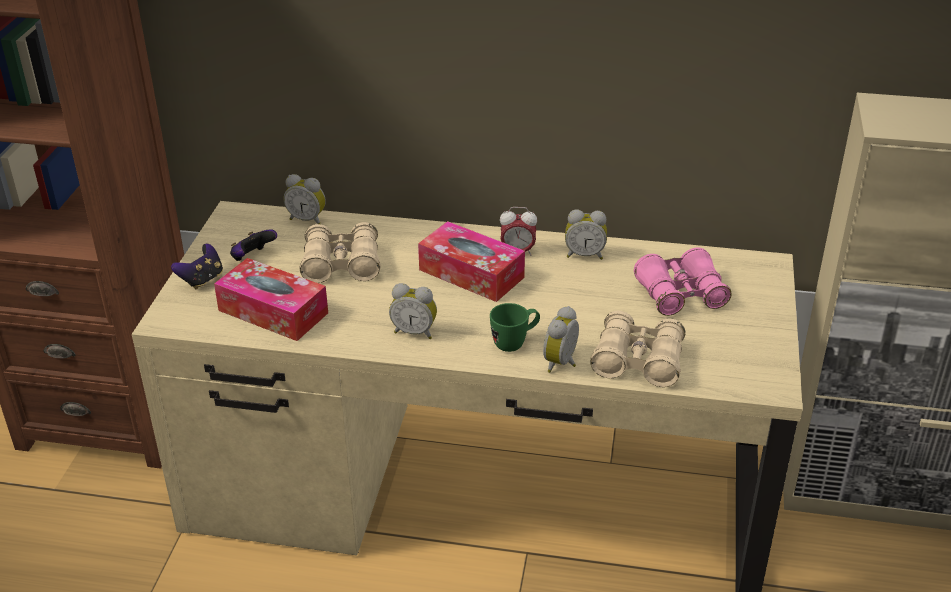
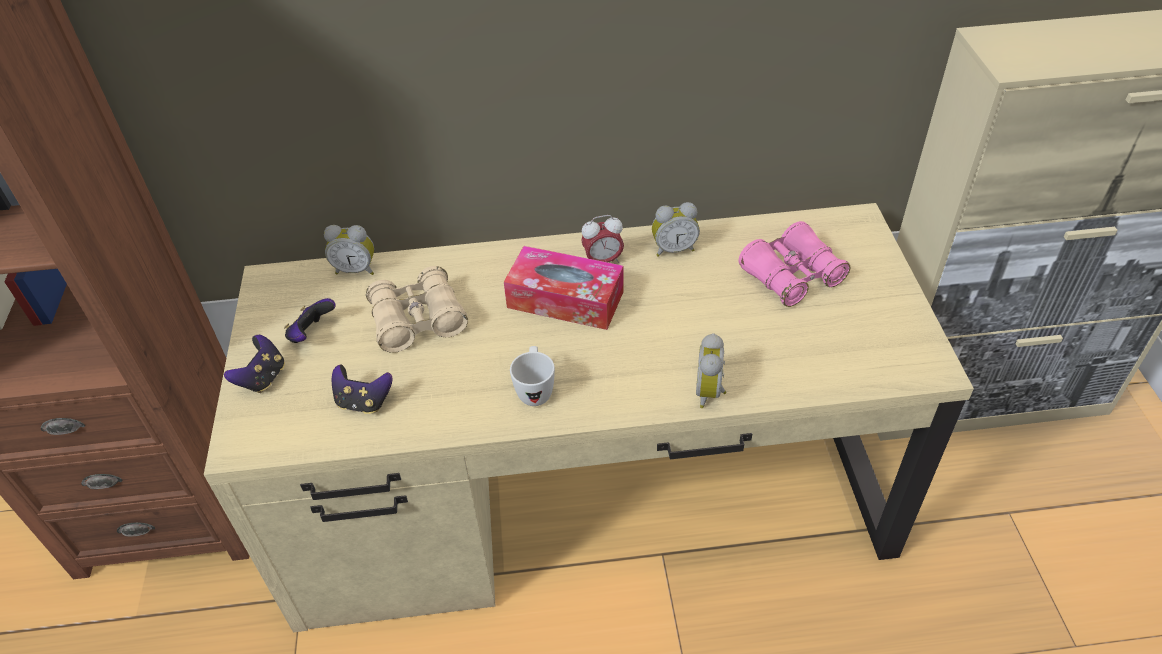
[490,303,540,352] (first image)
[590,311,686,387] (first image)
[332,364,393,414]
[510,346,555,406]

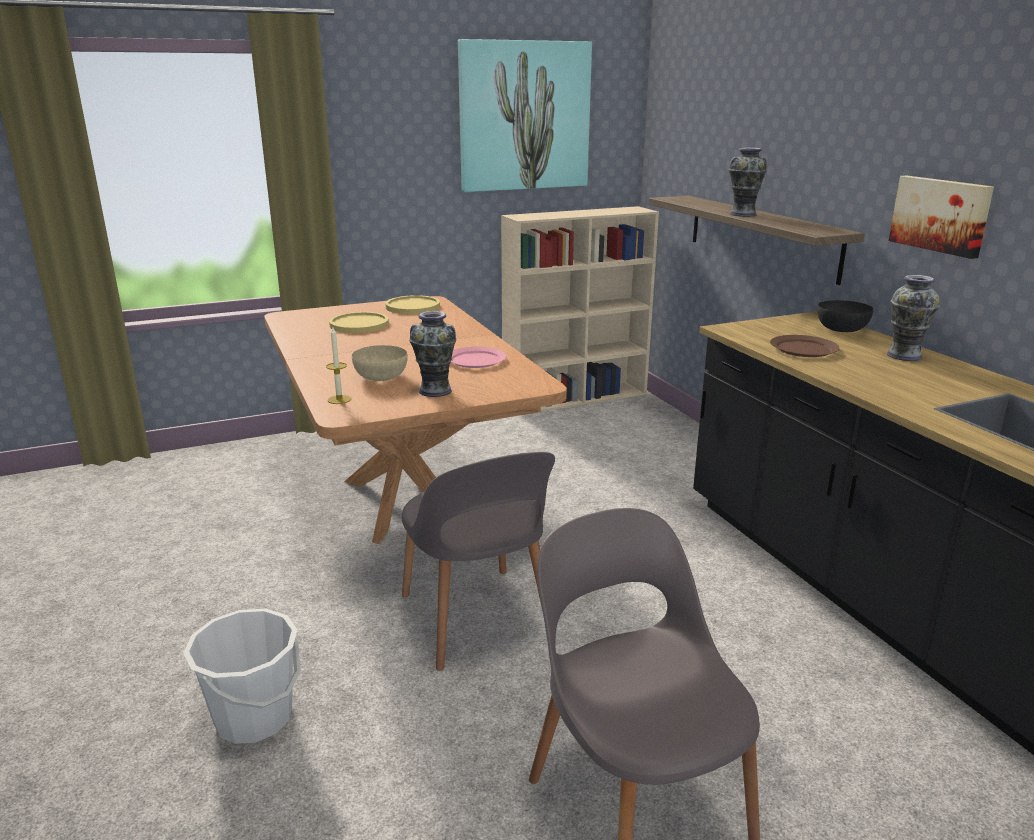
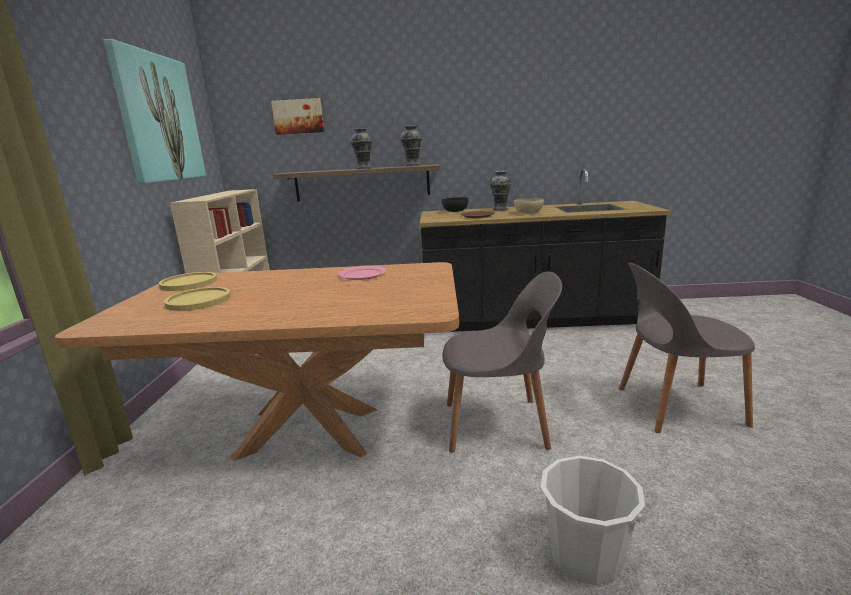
[326,328,351,404] (first image)
[514,198,544,214]
[400,125,422,166]
[271,98,324,135]

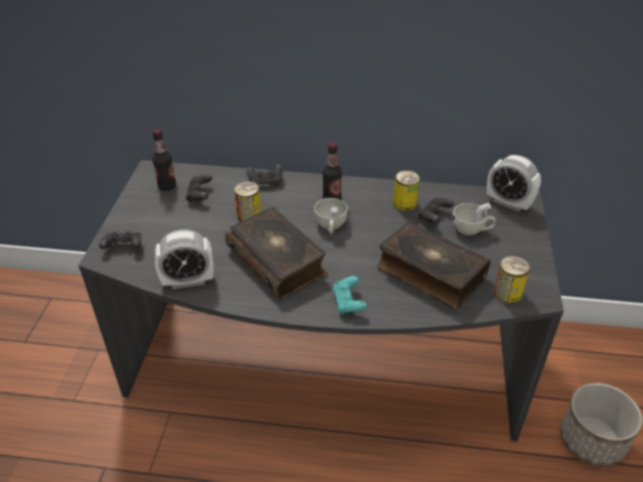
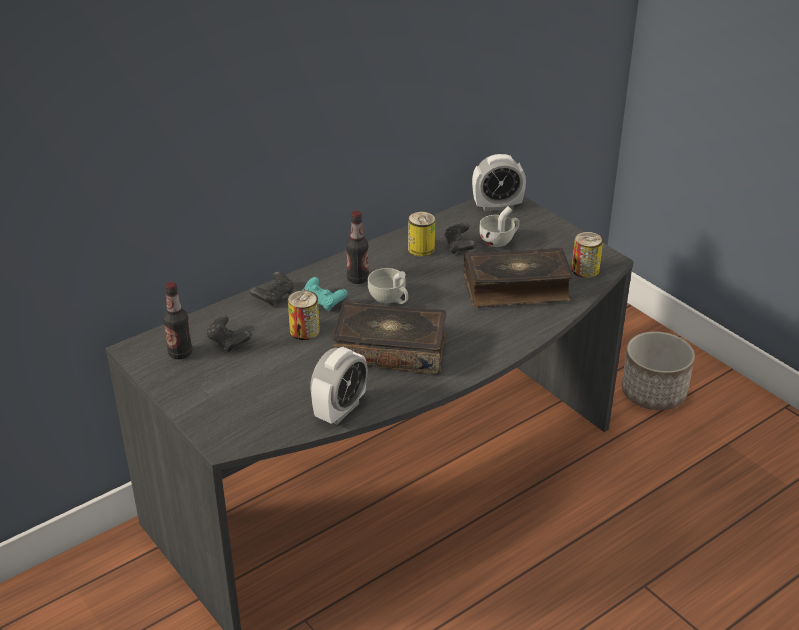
[99,232,141,249] (first image)
[303,277,347,311]

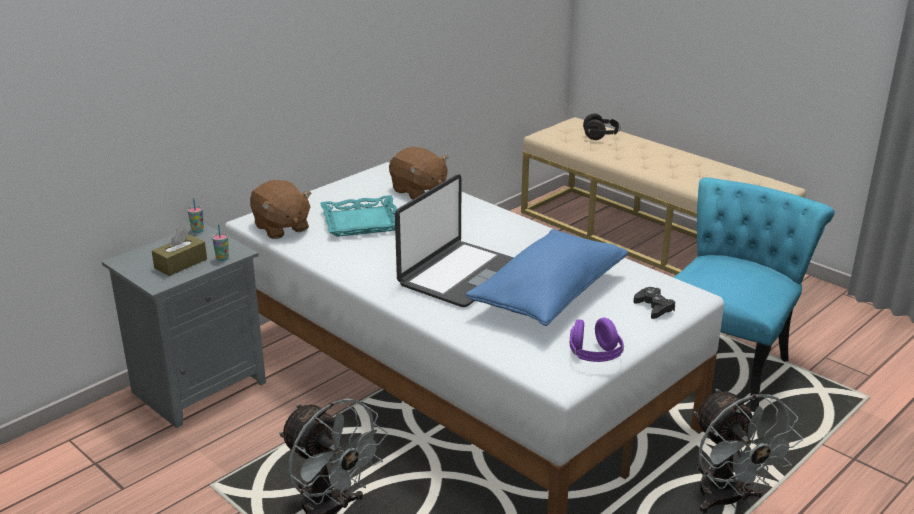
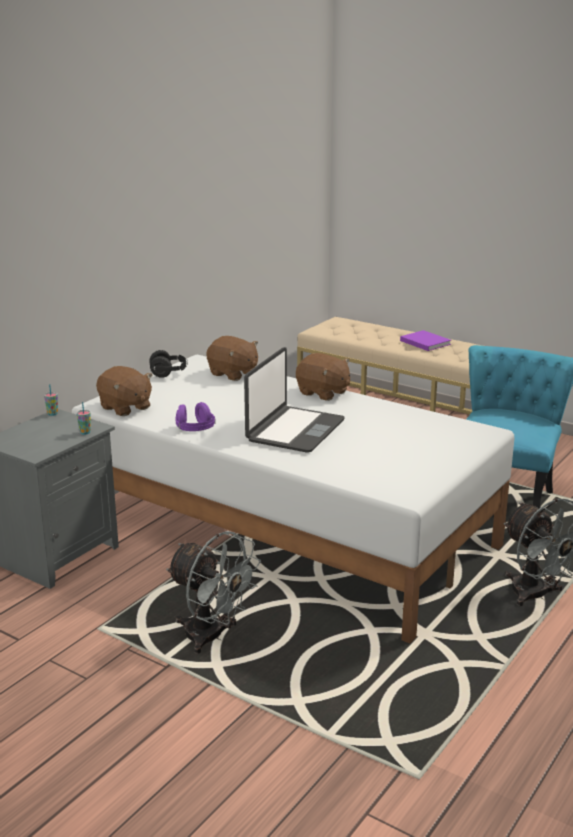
[152,228,207,276] (first image)
[320,195,397,237] (first image)
[466,229,628,326] (first image)
[634,287,675,319] (first image)
[296,353,350,401]
[400,330,451,351]
[175,402,216,431]
[149,350,188,378]

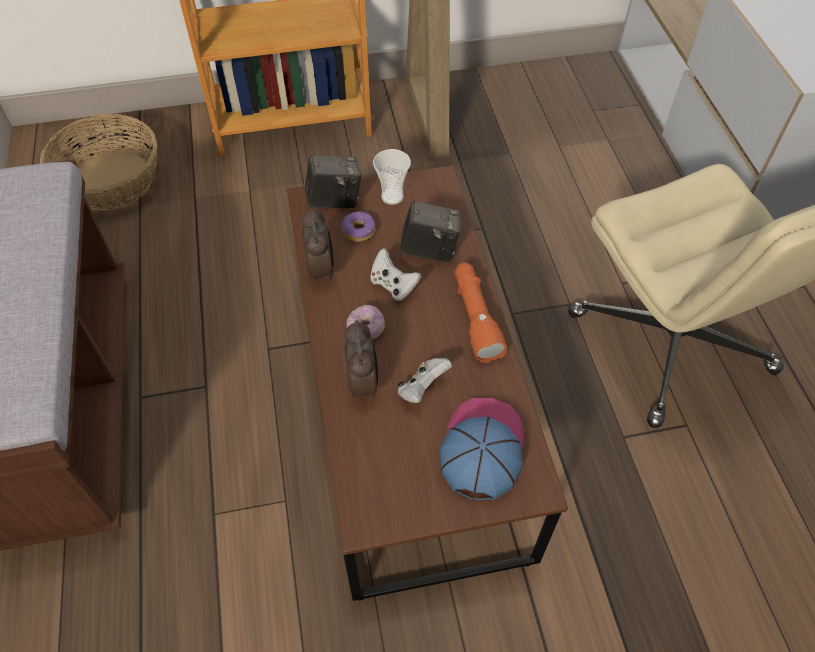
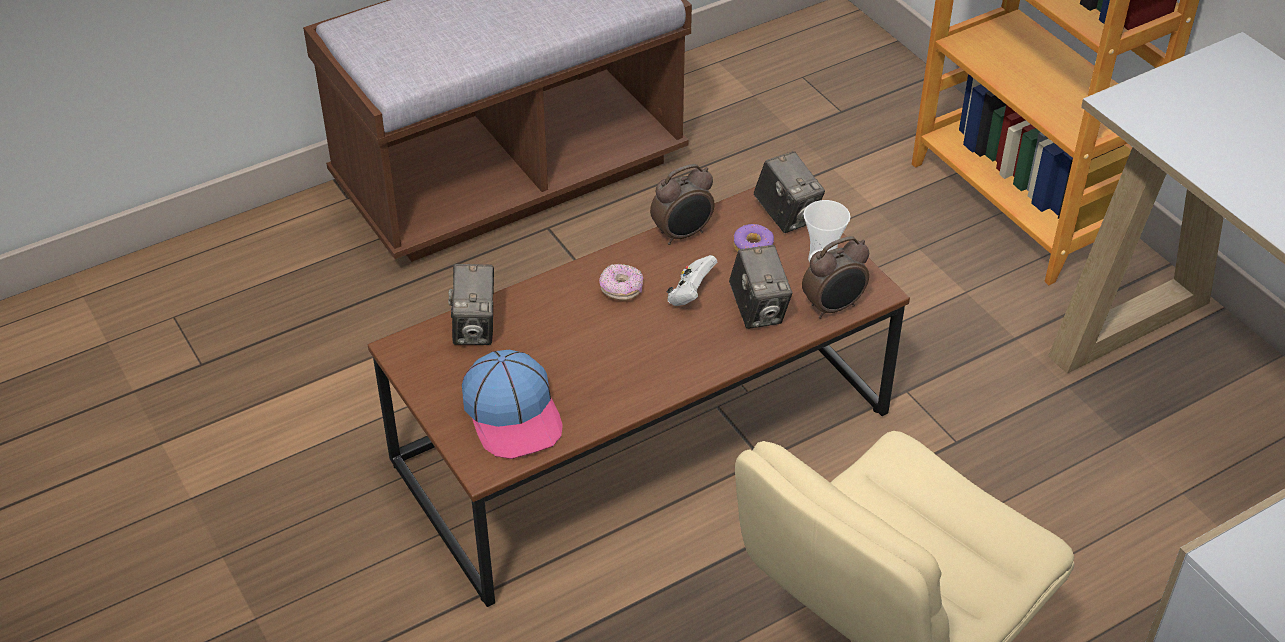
[40,114,158,211] (first image)
[398,358,452,403] (first image)
[455,262,507,363] (first image)
[448,264,494,345]
[802,236,869,319]
[462,350,563,459]

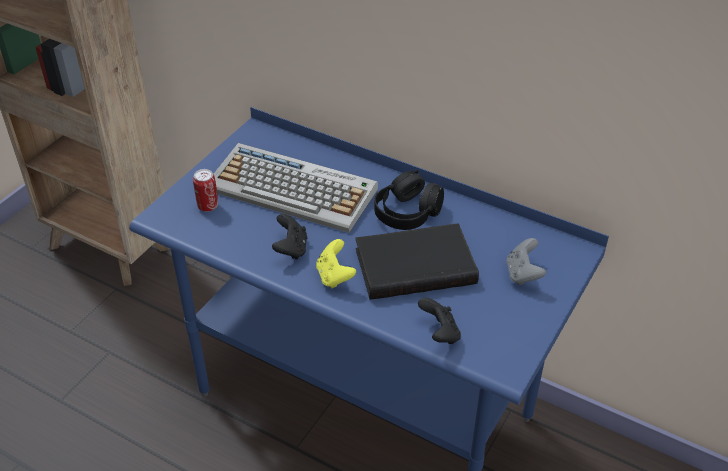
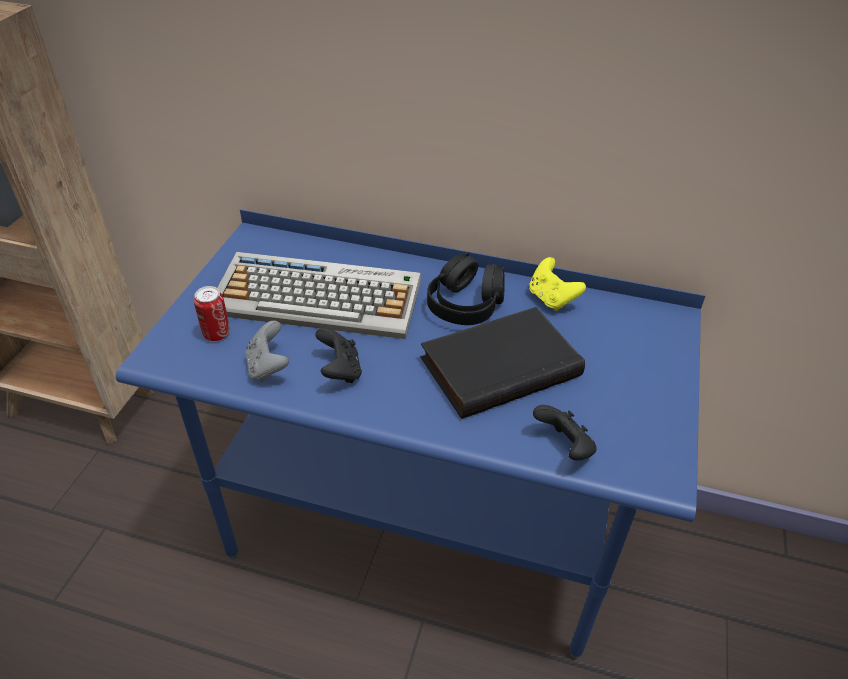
[529,257,586,311]
[245,321,289,382]

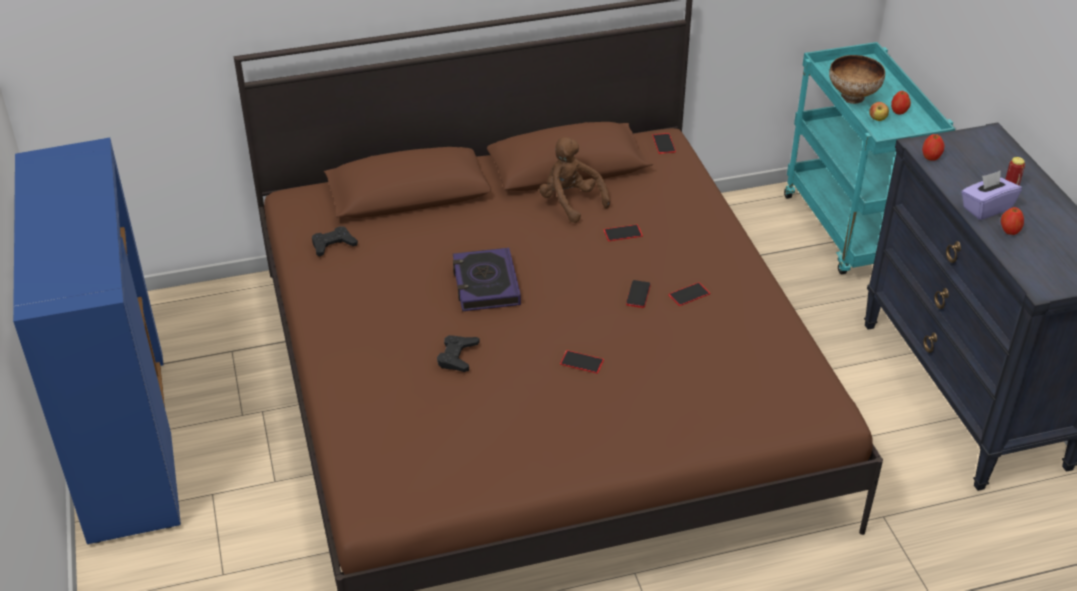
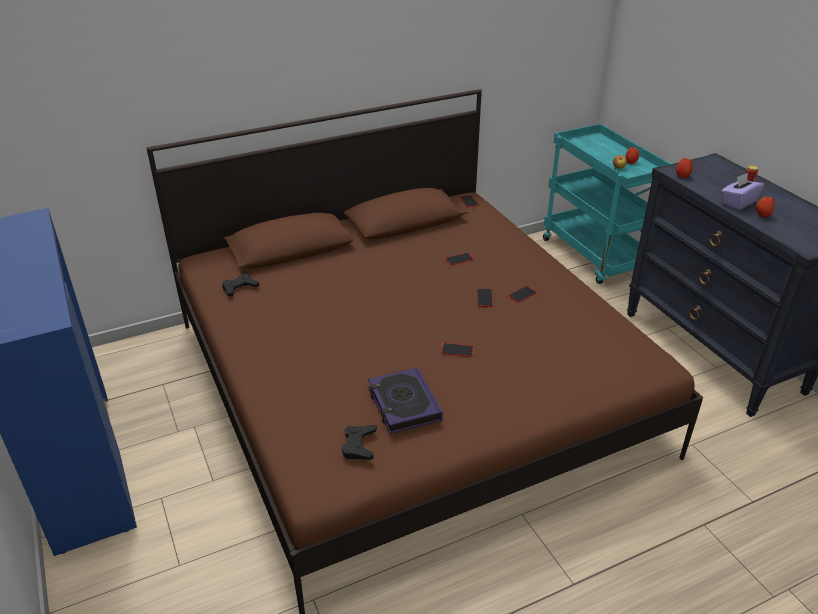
[539,137,610,223] (first image)
[829,55,885,104] (first image)
[341,425,377,460]
[368,367,443,434]

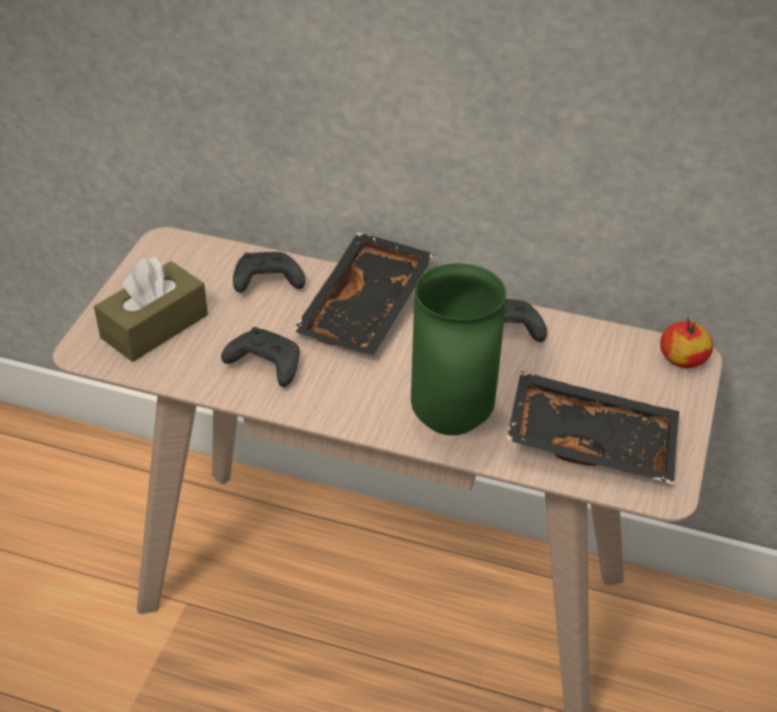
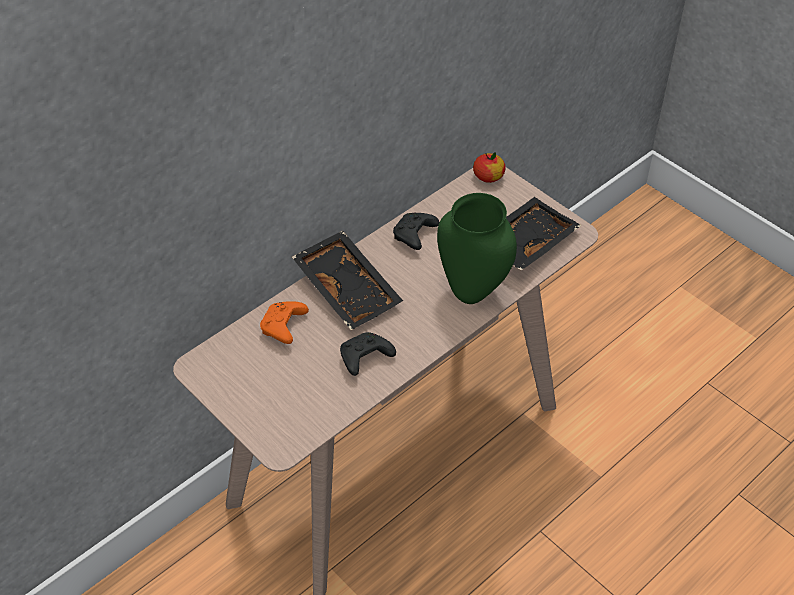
[94,257,208,362] (first image)
[260,301,309,344]

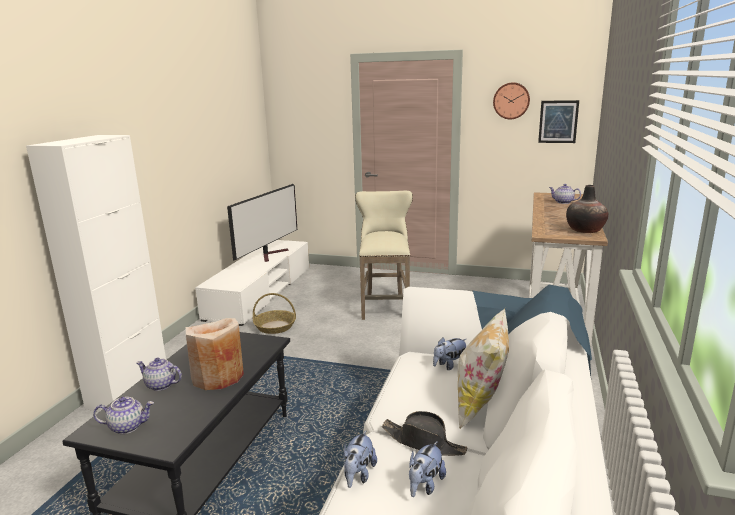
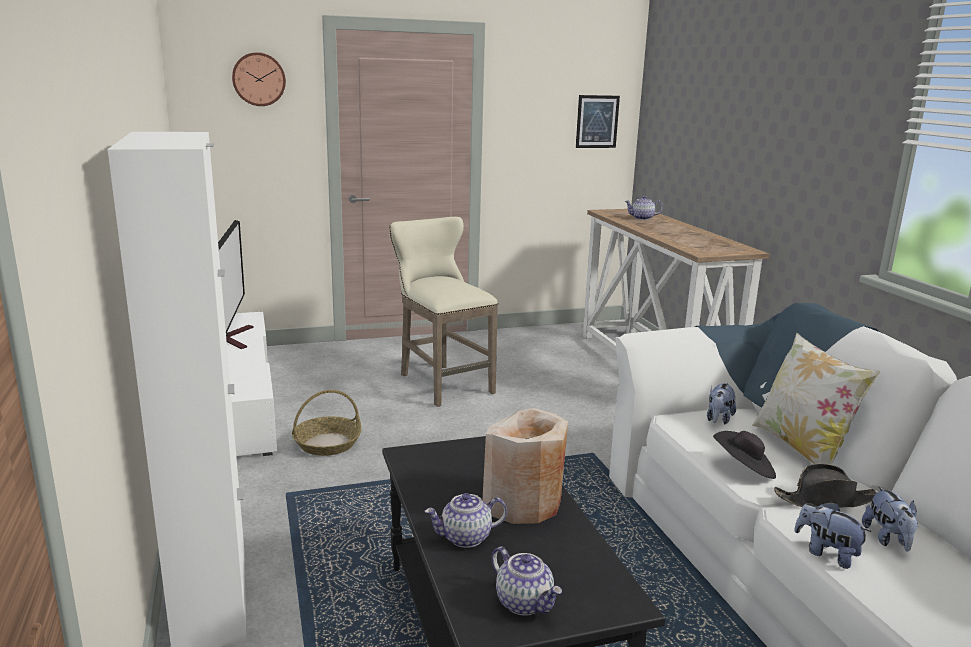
[566,185,608,233] (first image)
[713,431,776,479]
[232,52,286,106]
[491,547,562,616]
[794,502,872,569]

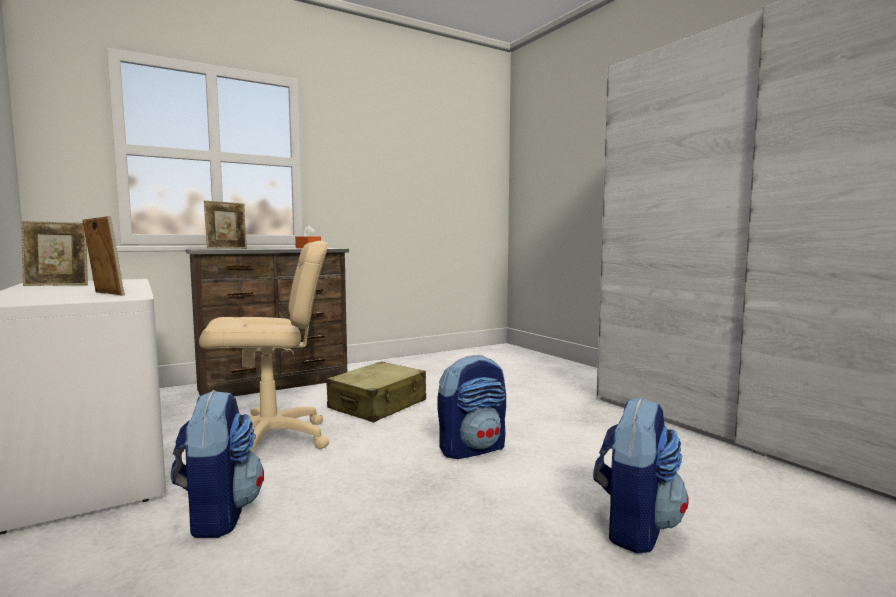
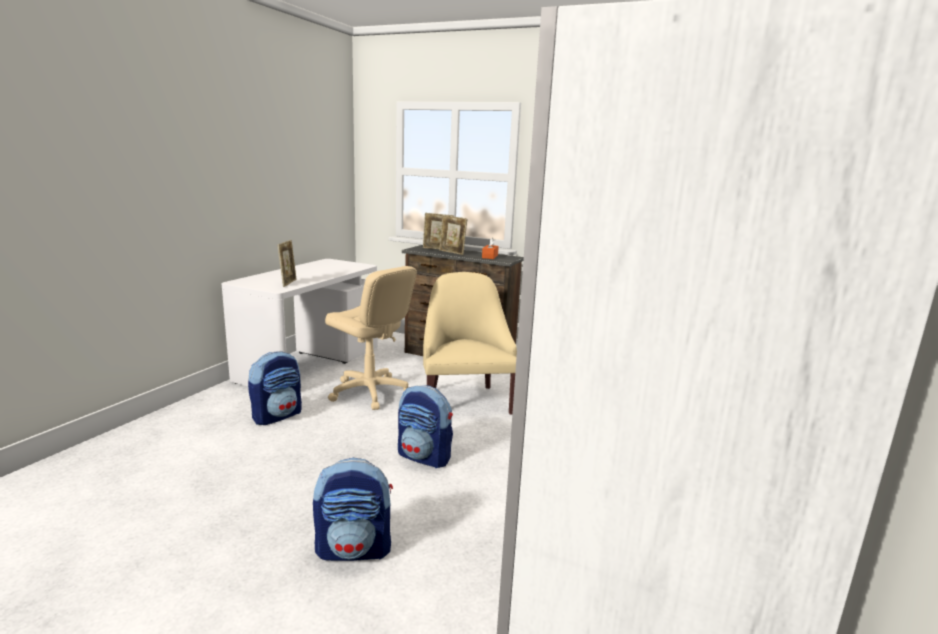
[439,215,467,255]
[423,272,517,415]

